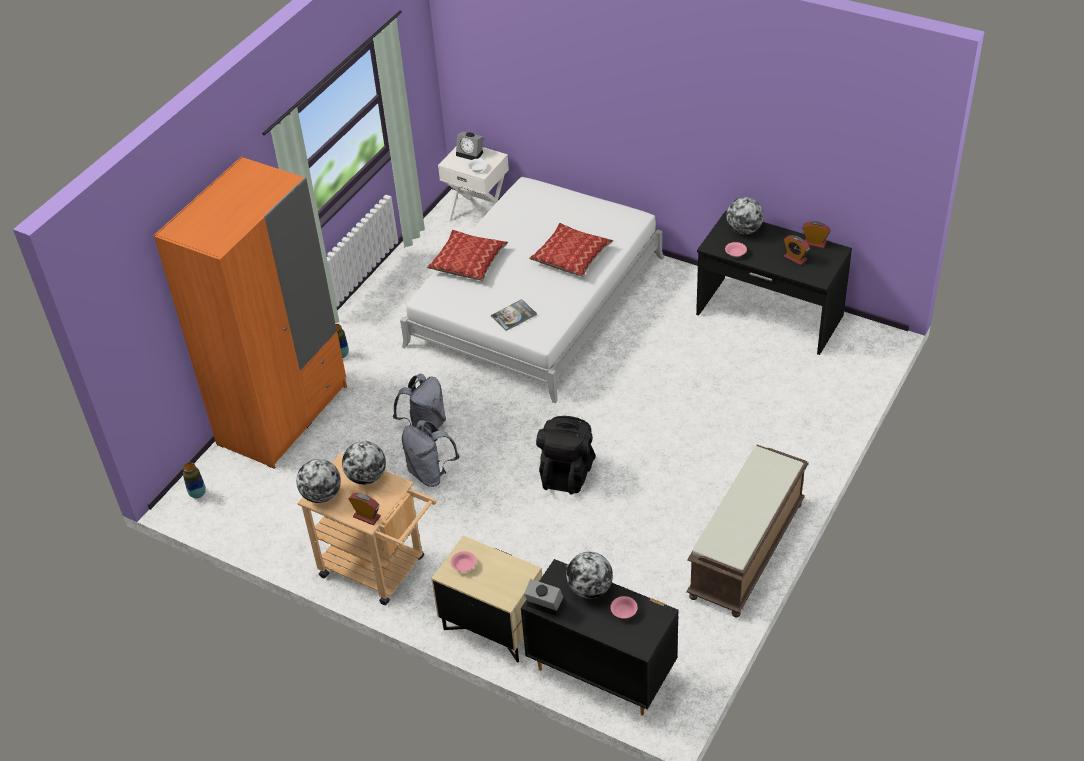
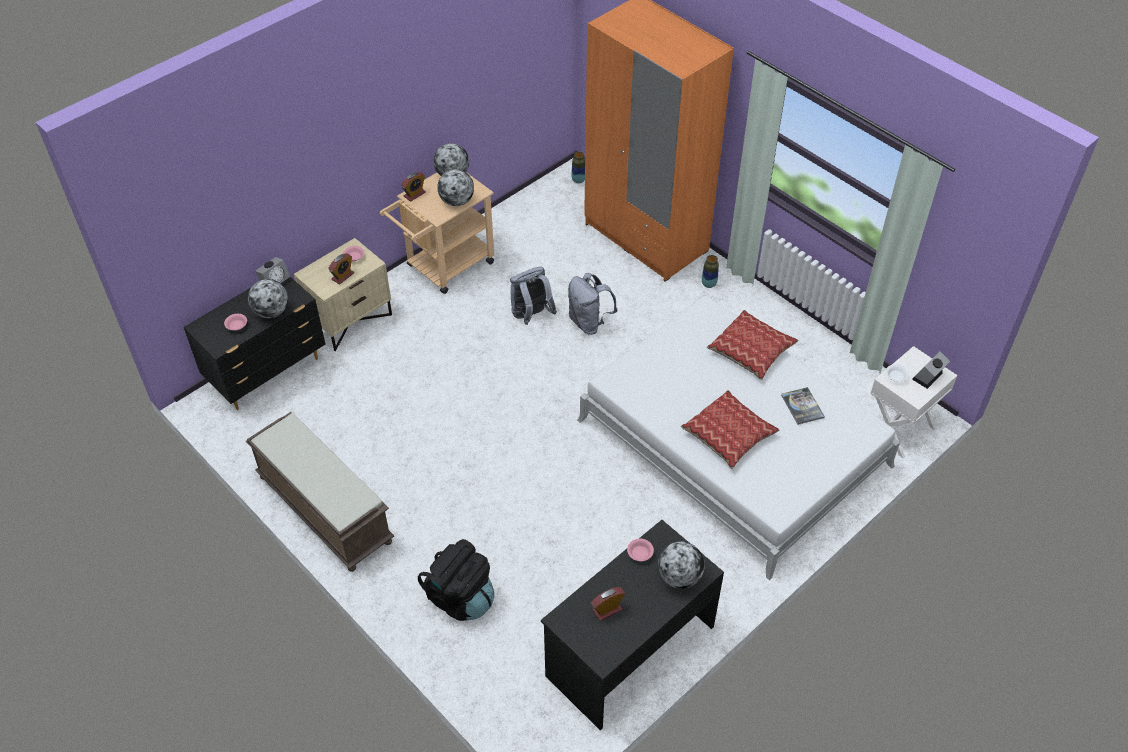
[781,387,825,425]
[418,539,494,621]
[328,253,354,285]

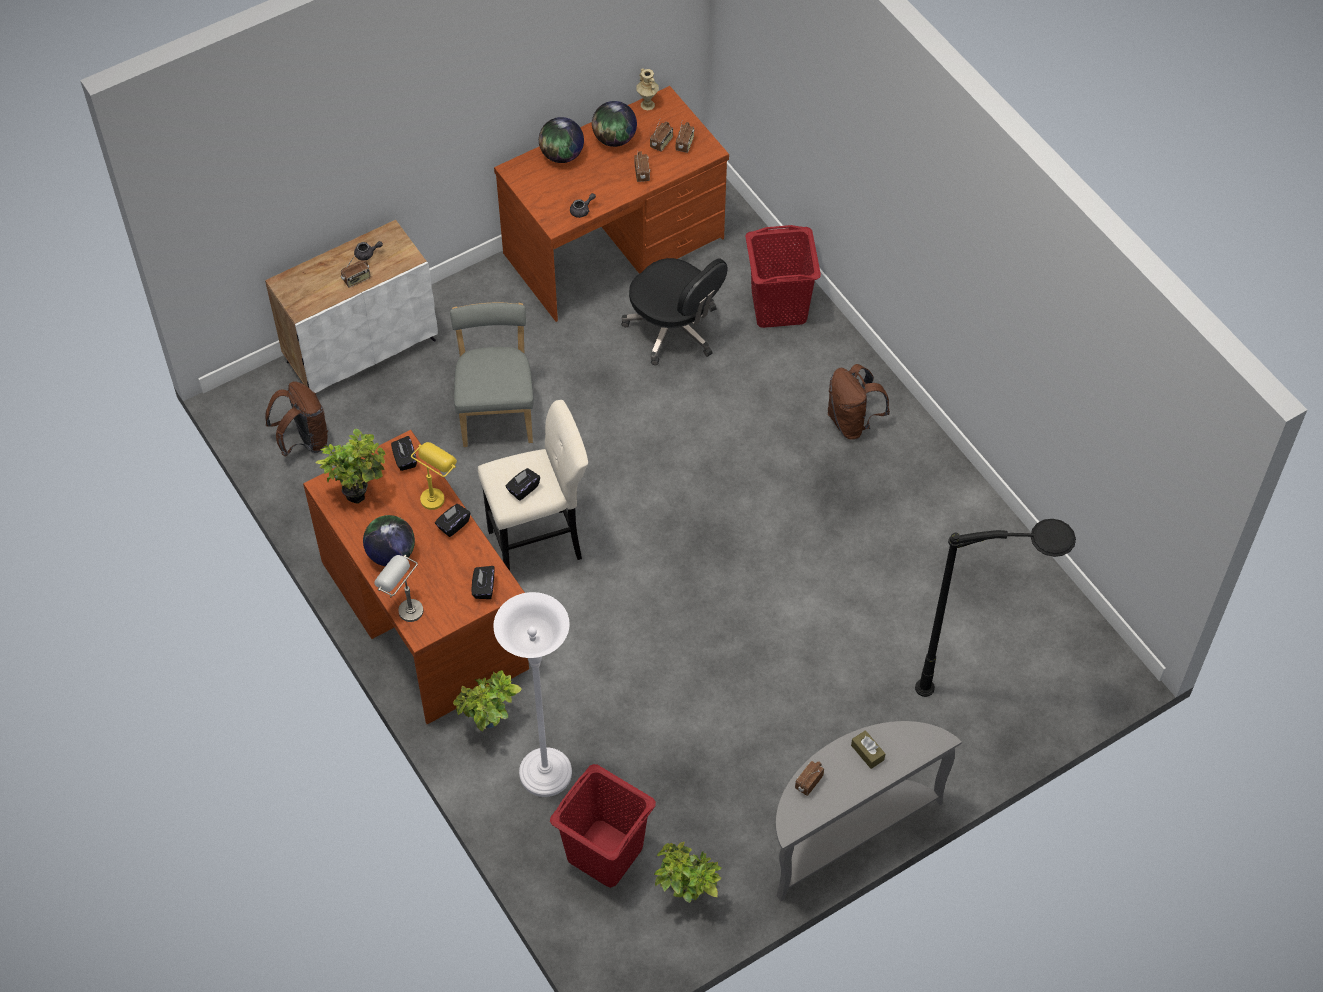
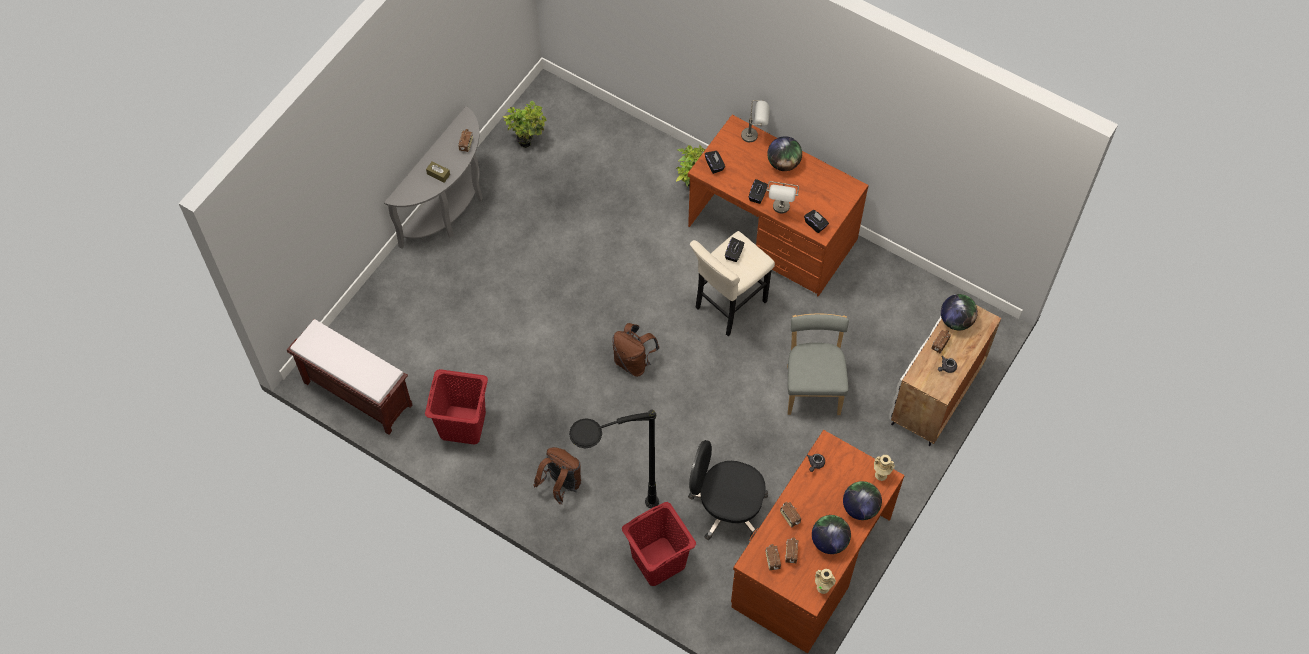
[315,429,385,504] (first image)
[493,592,572,797] (first image)
[287,319,412,435]
[874,455,895,481]
[941,294,978,330]
[612,323,659,377]
[425,369,488,445]
[569,410,659,508]
[766,181,799,213]
[787,313,849,415]

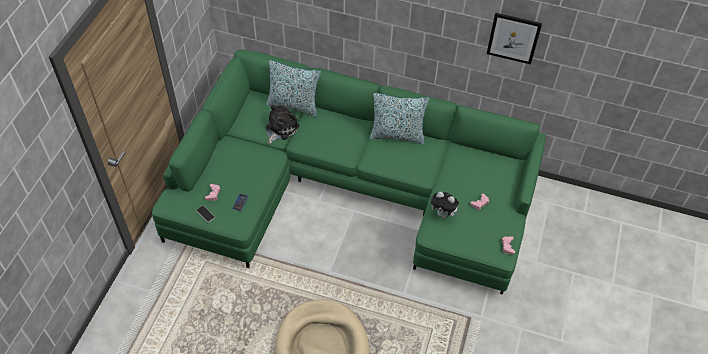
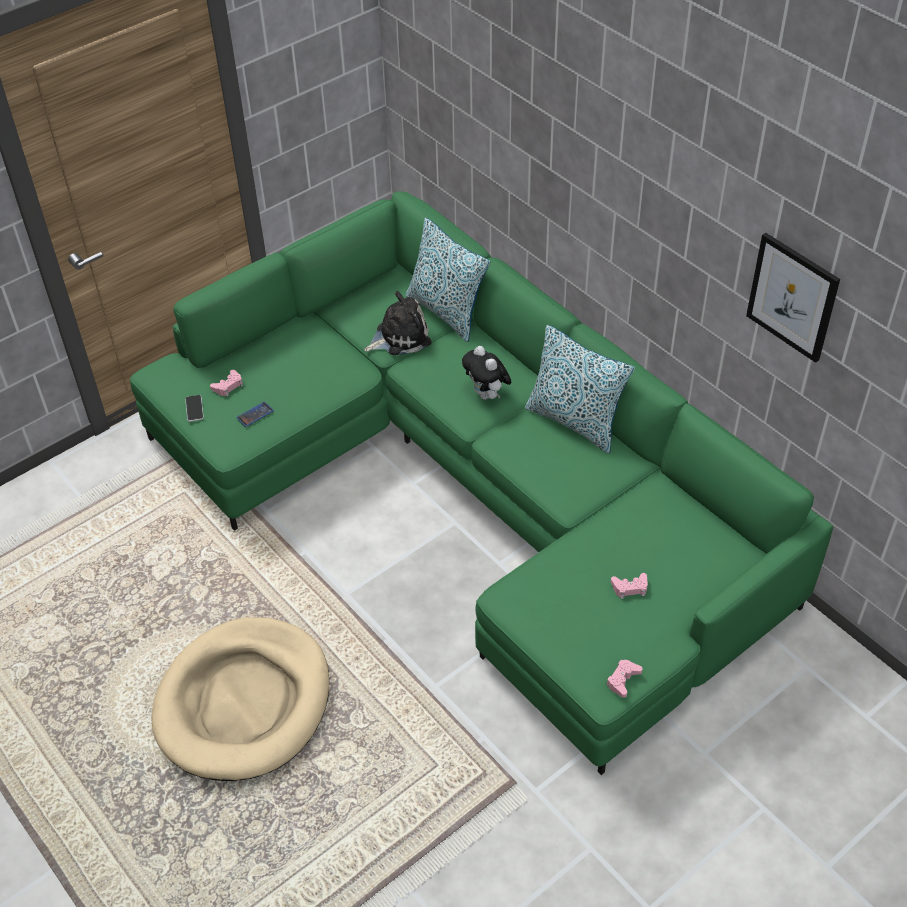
[462,346,511,400]

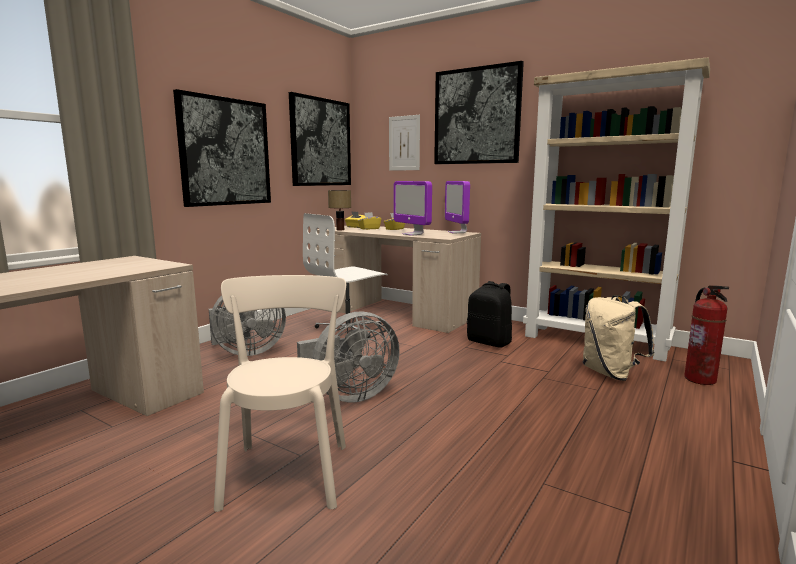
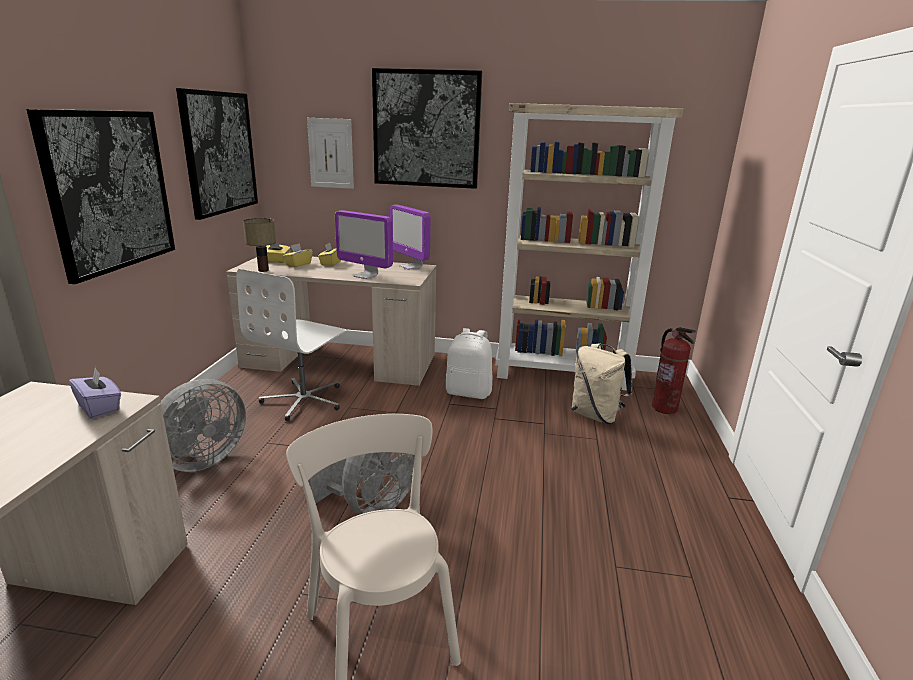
[69,368,121,419]
[446,328,492,399]

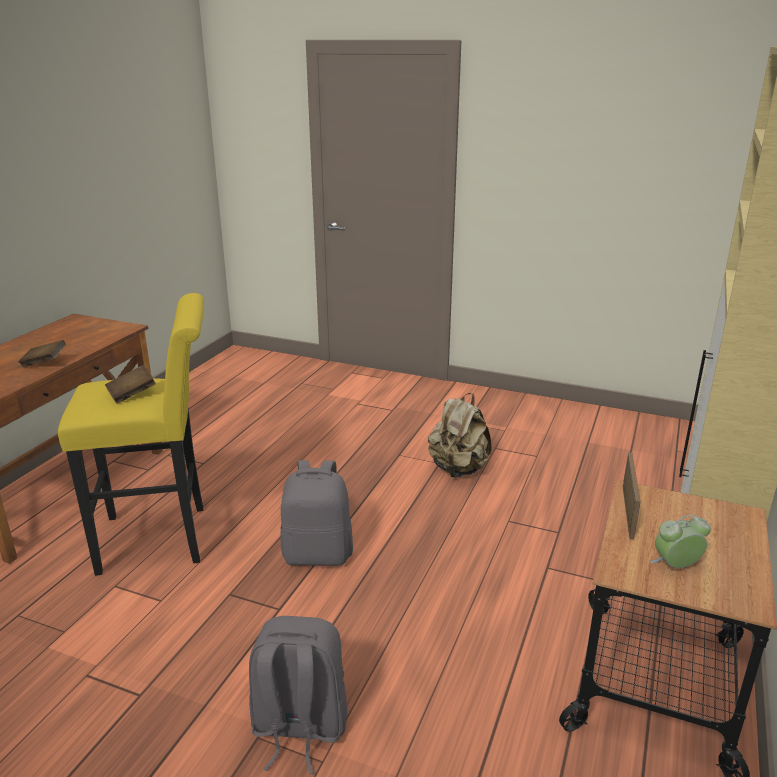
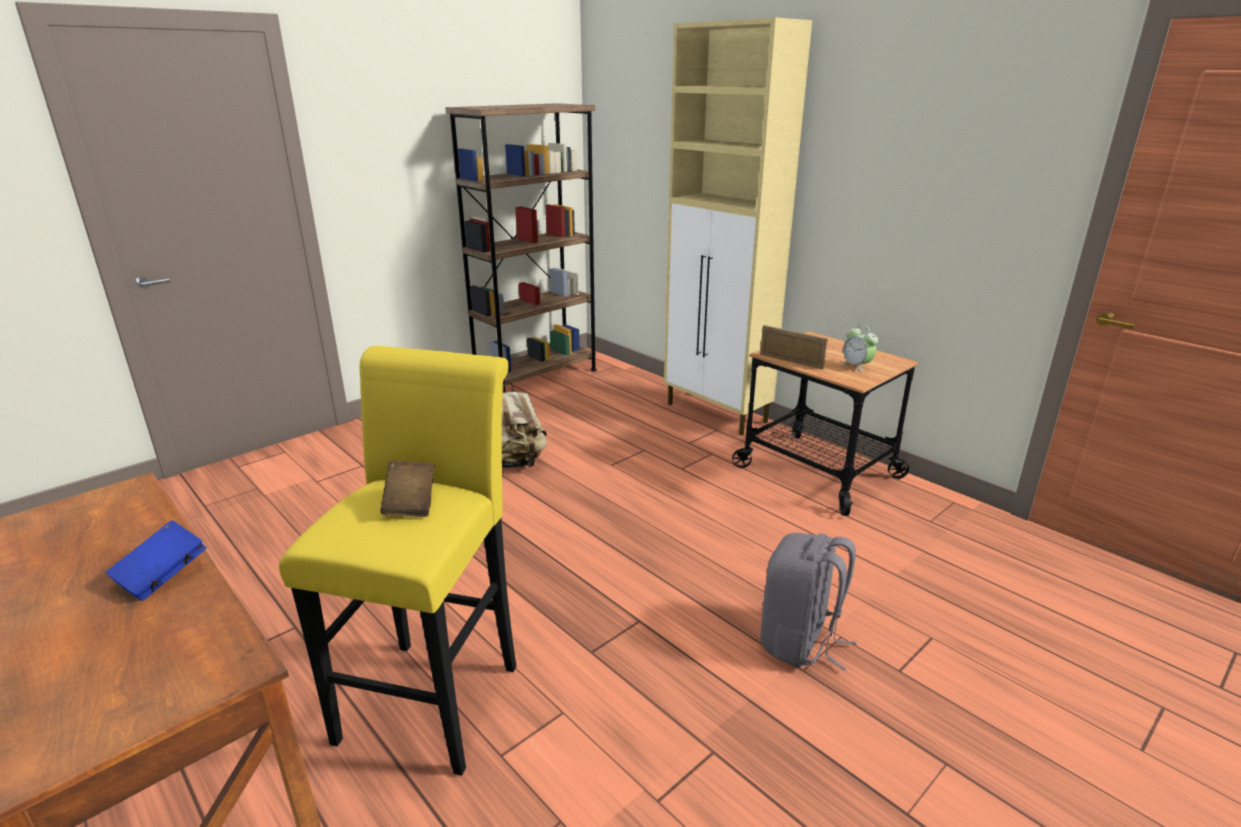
[280,460,353,566] (first image)
[445,103,597,392]
[106,520,207,601]
[840,325,878,373]

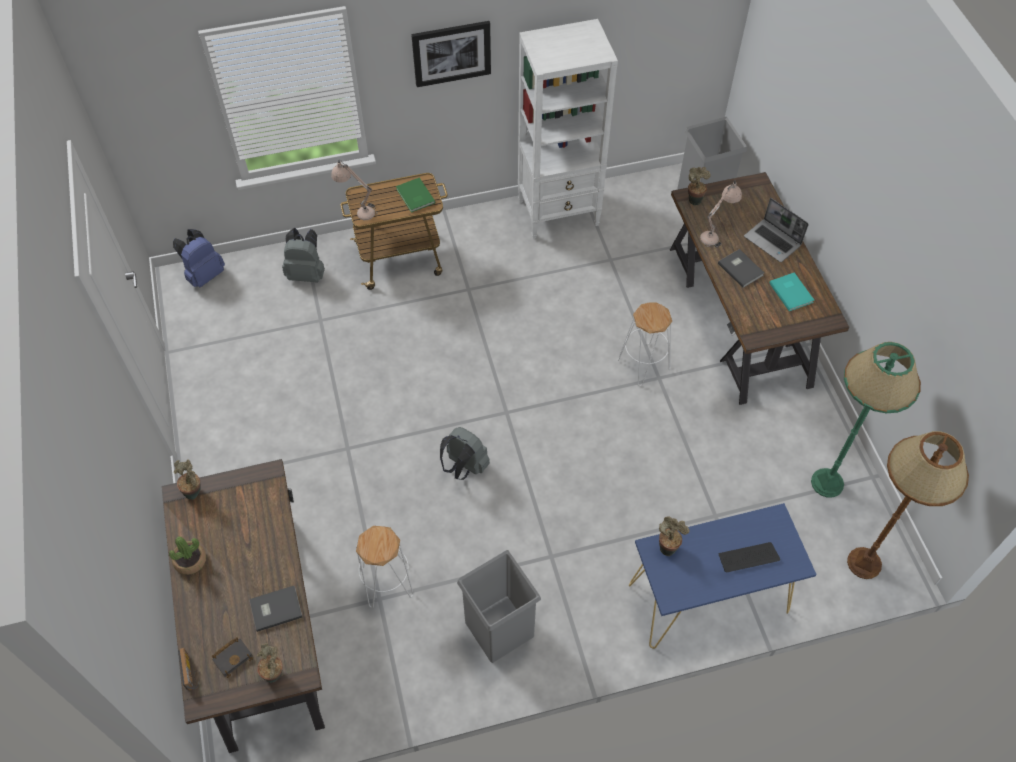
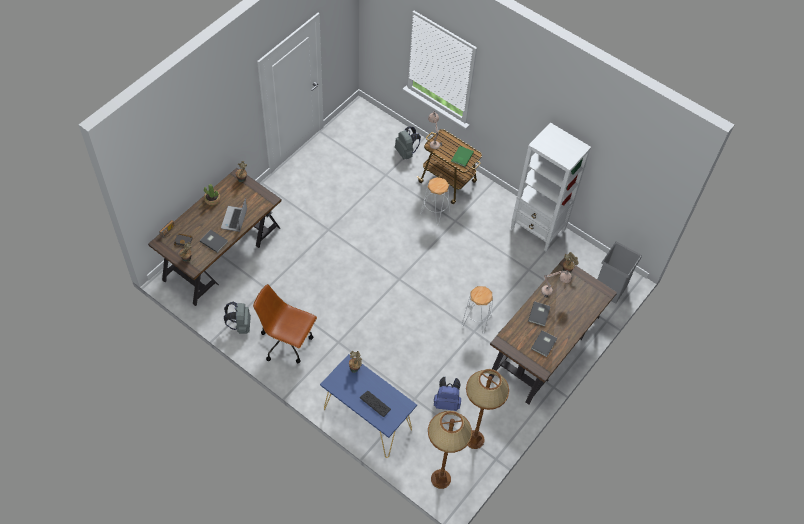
[411,21,491,87] (first image)
[434,377,461,411]
[420,177,450,225]
[224,302,251,334]
[221,198,247,232]
[253,284,317,363]
[531,330,557,357]
[466,369,509,449]

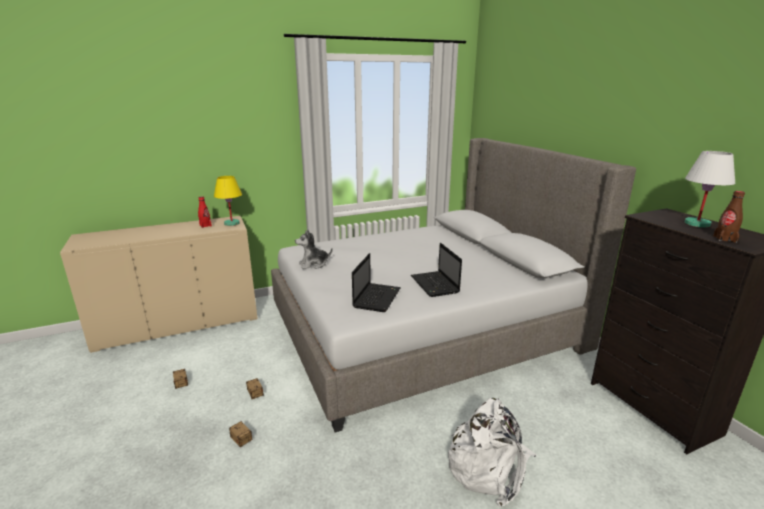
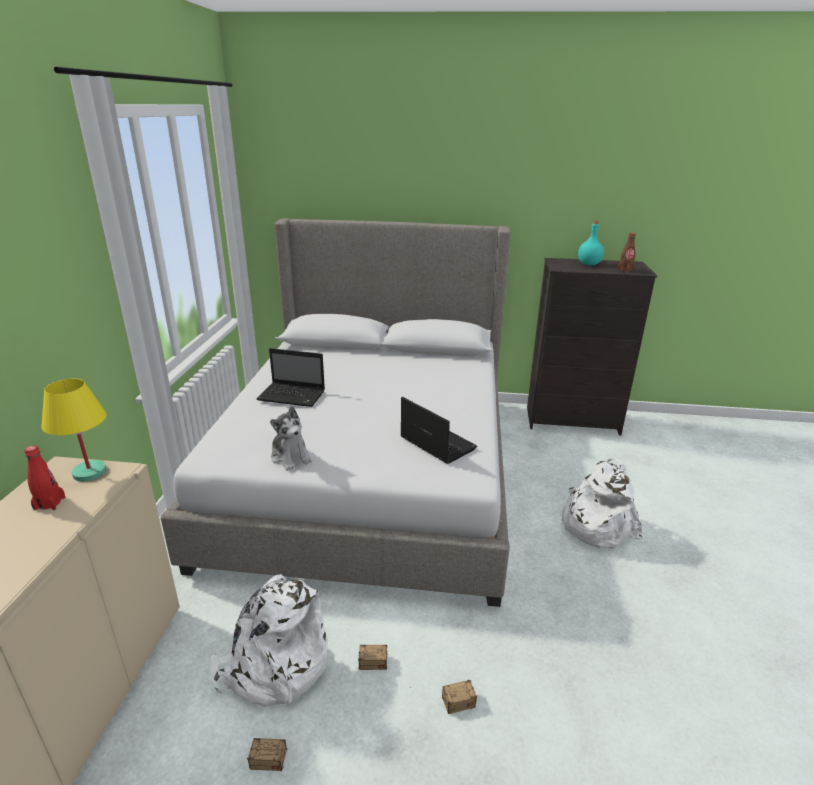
[211,574,328,707]
[257,348,325,407]
[578,221,604,265]
[270,406,312,471]

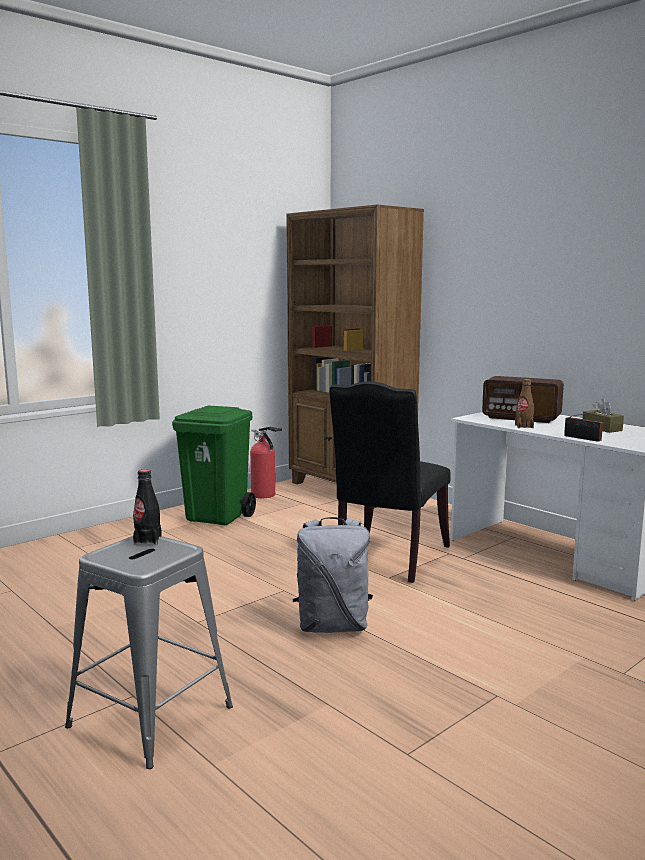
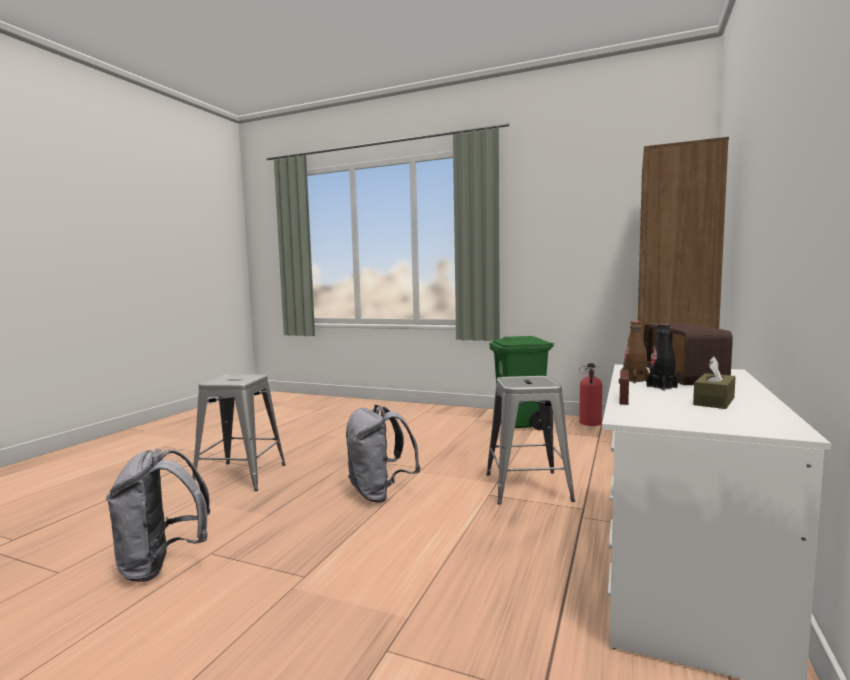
[106,448,210,582]
[646,324,678,390]
[486,376,575,504]

